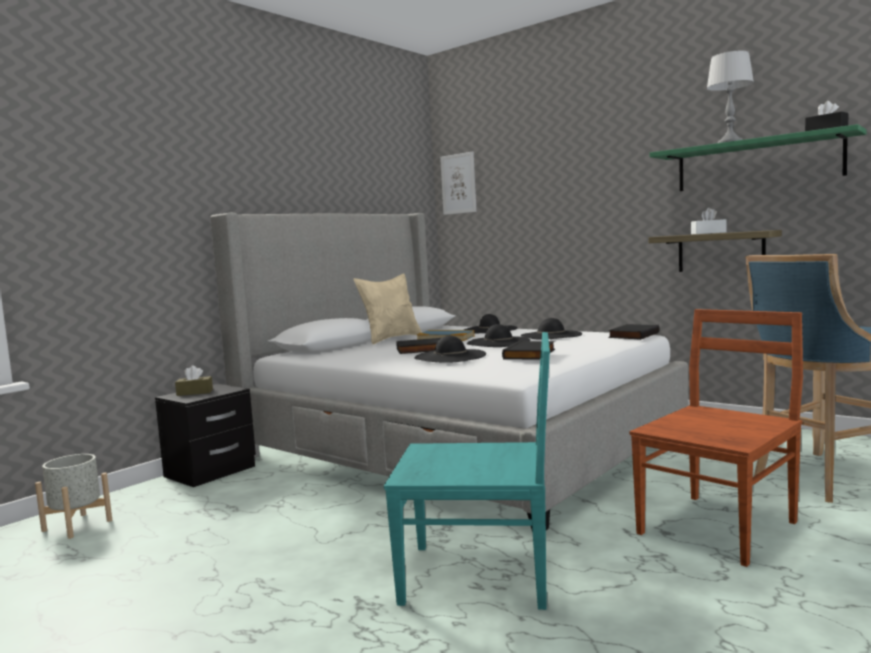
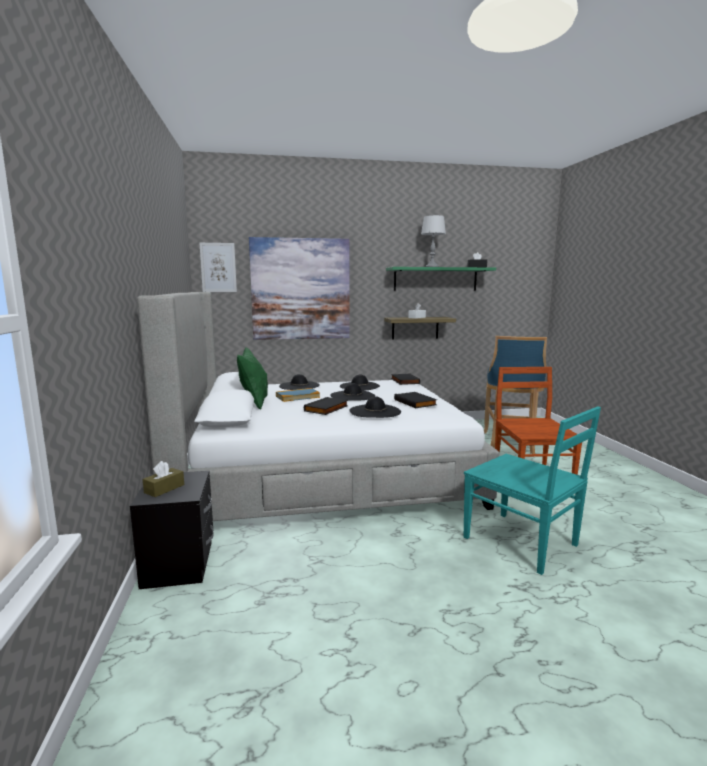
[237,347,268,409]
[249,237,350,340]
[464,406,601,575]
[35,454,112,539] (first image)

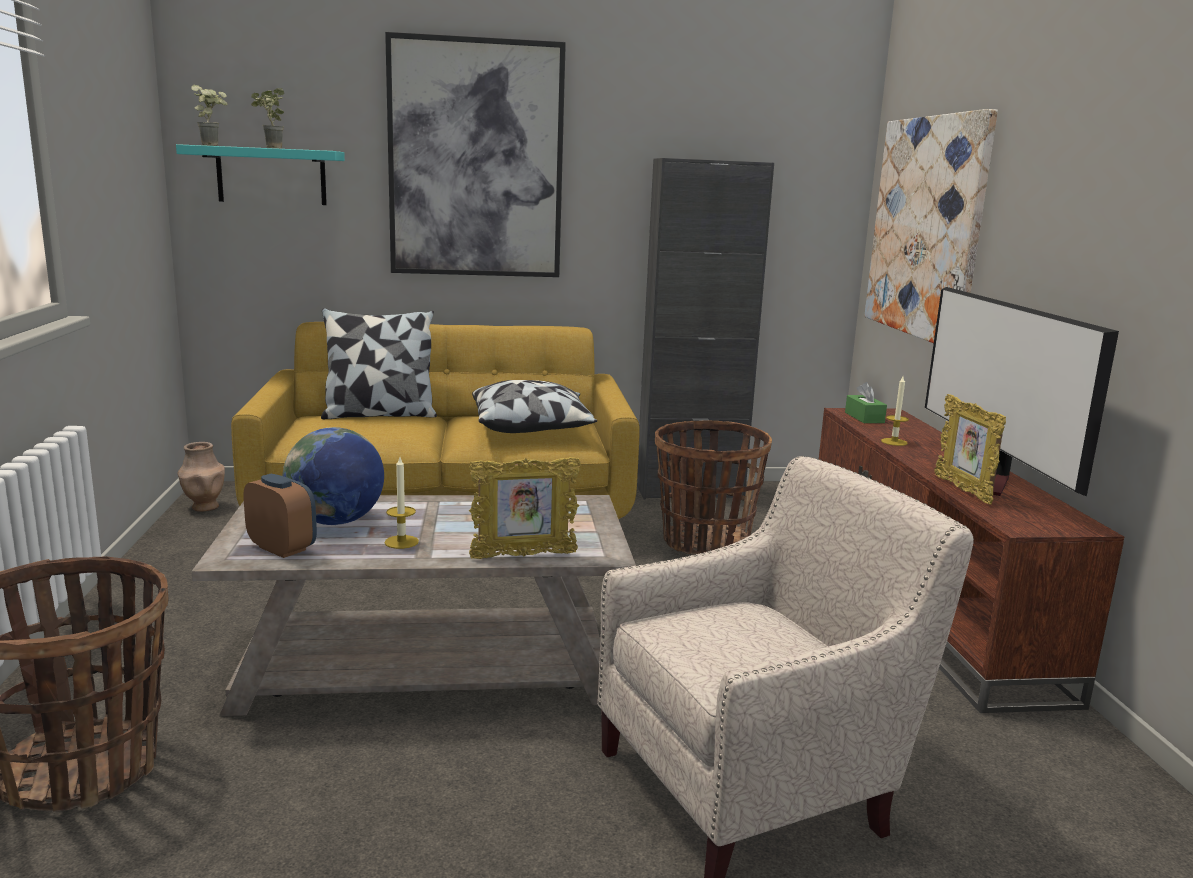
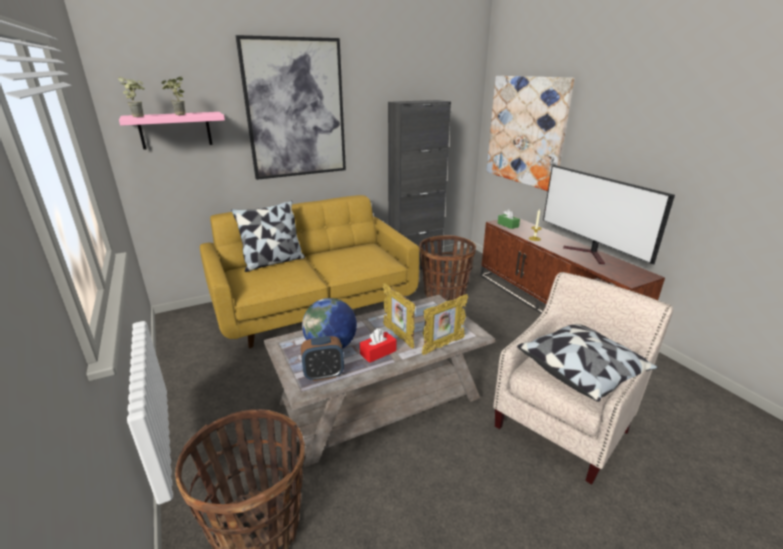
[119,112,225,150]
[301,336,344,381]
[360,328,396,363]
[383,283,415,349]
[517,324,658,402]
[177,442,225,512] (first image)

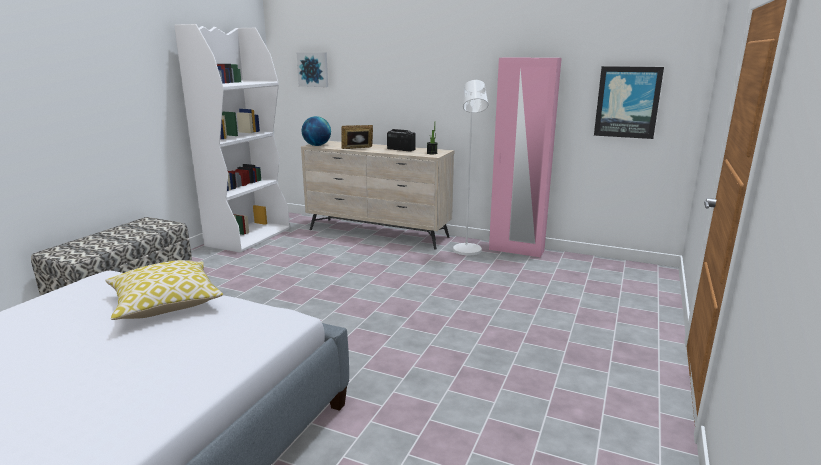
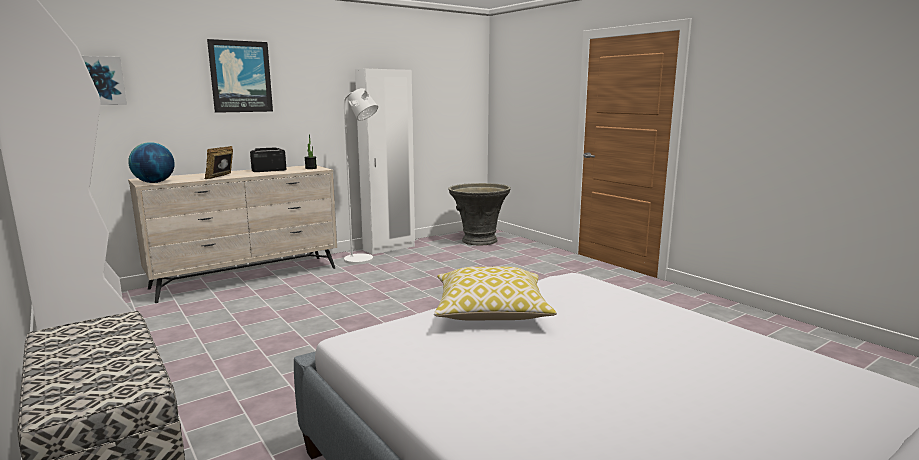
[207,39,273,113]
[355,69,415,254]
[448,183,511,246]

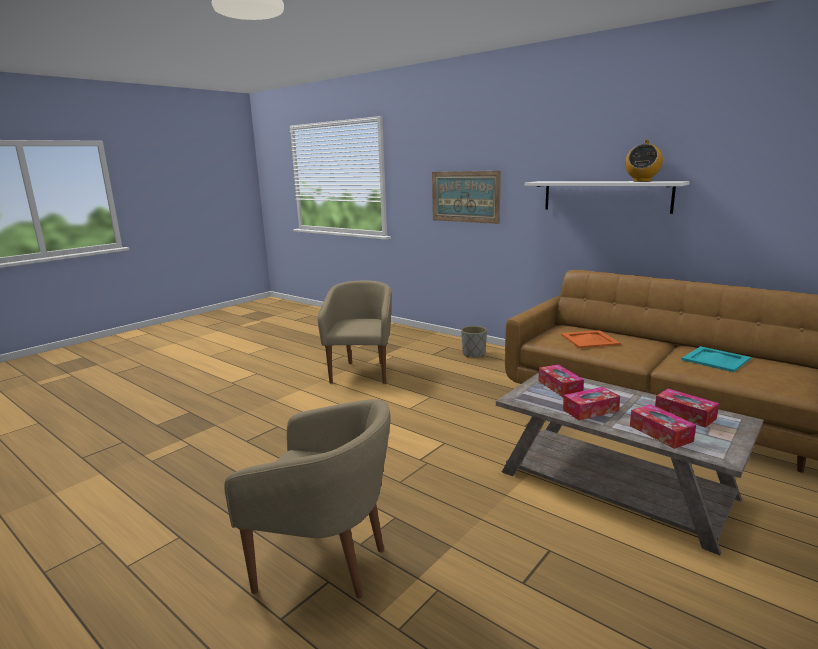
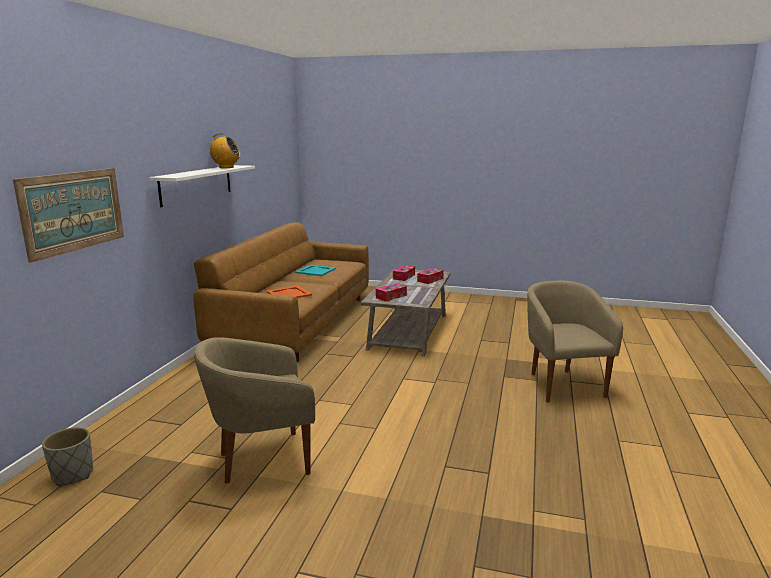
[42,427,93,486]
[563,387,620,421] (first image)

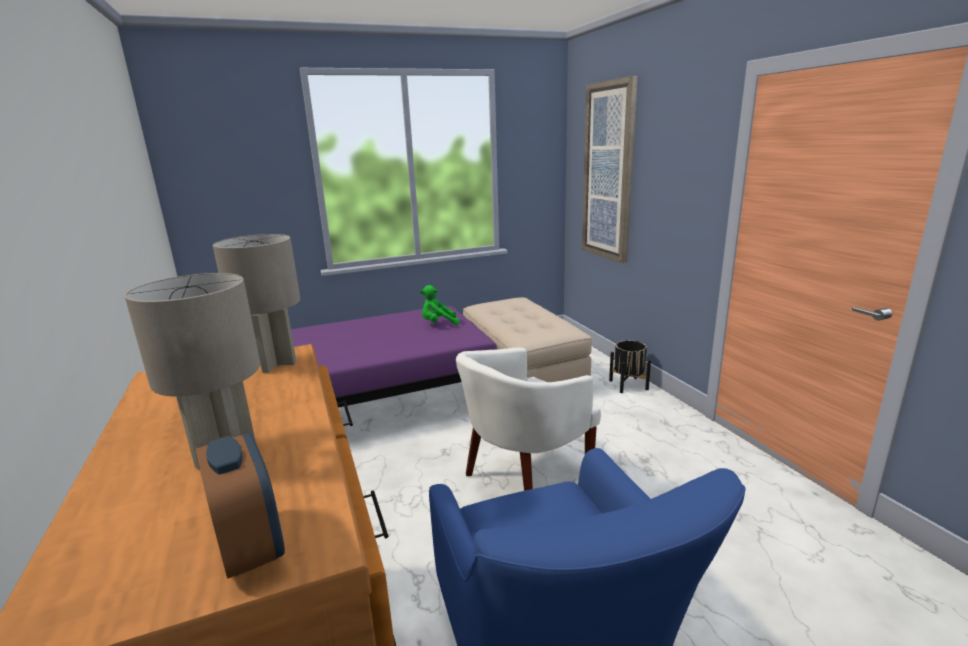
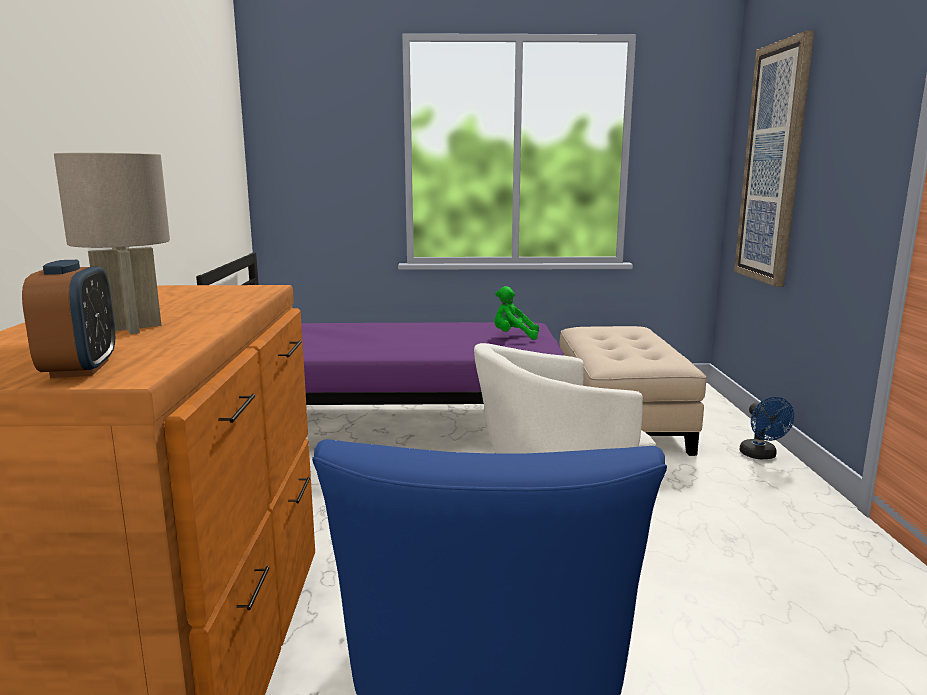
[740,397,794,459]
[213,234,300,373] (first image)

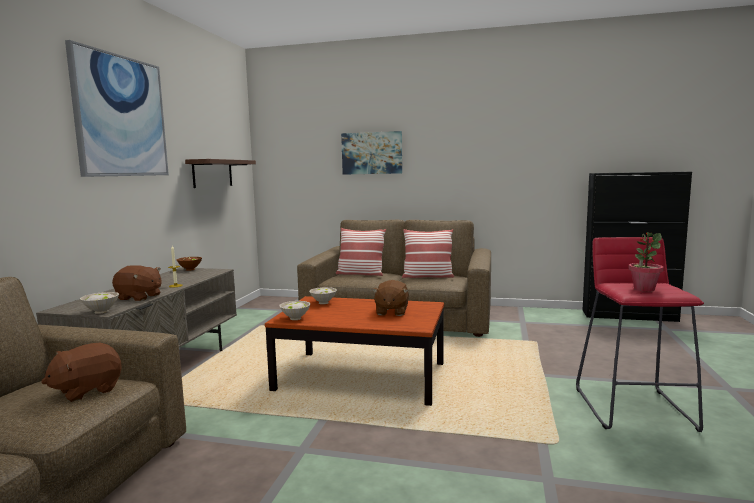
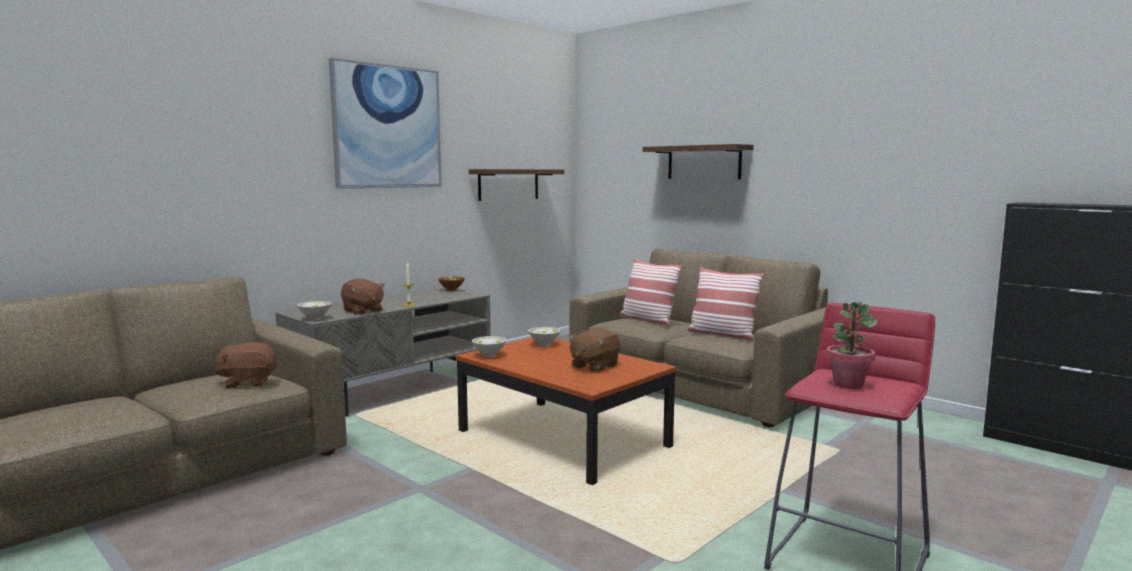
[642,144,754,179]

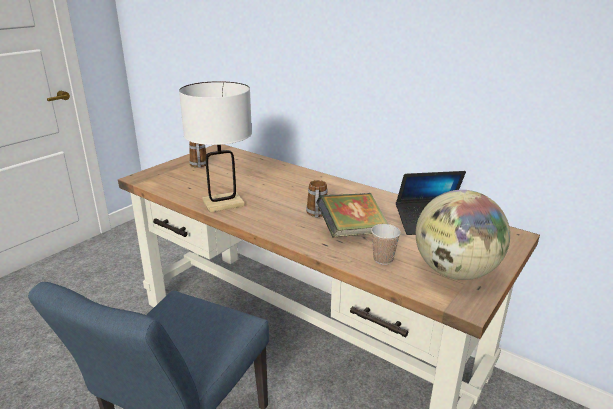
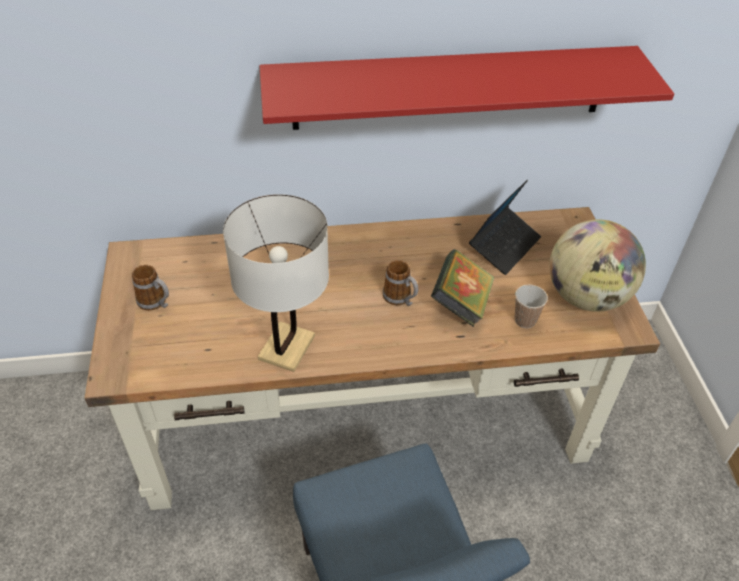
[259,46,674,130]

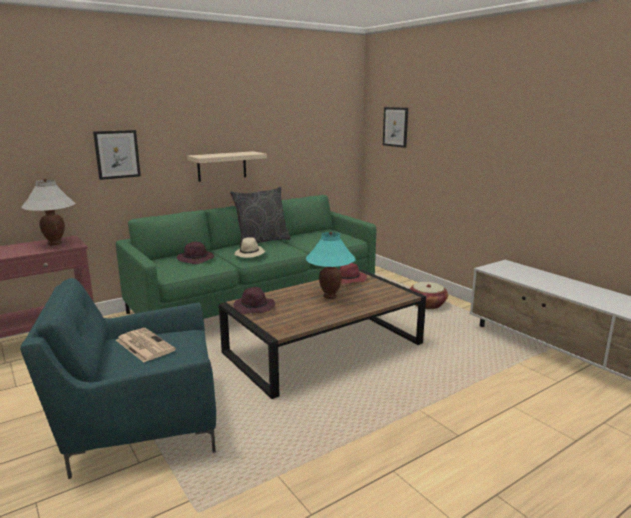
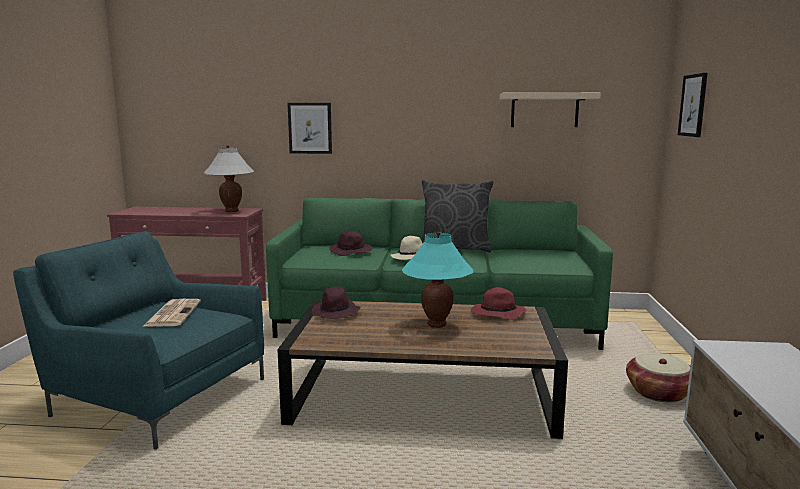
[500,92,601,127]

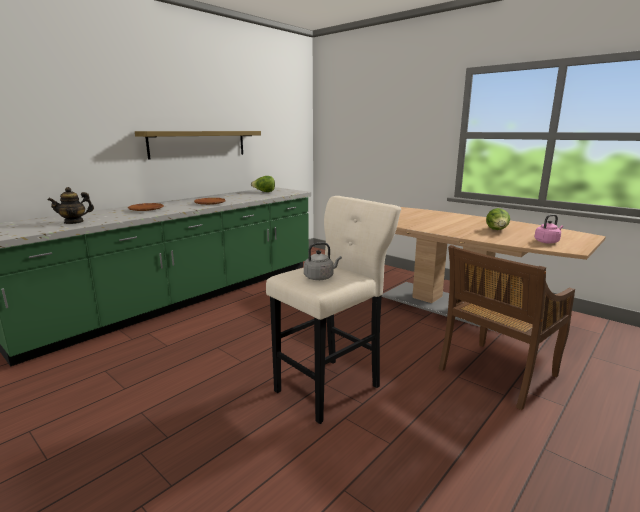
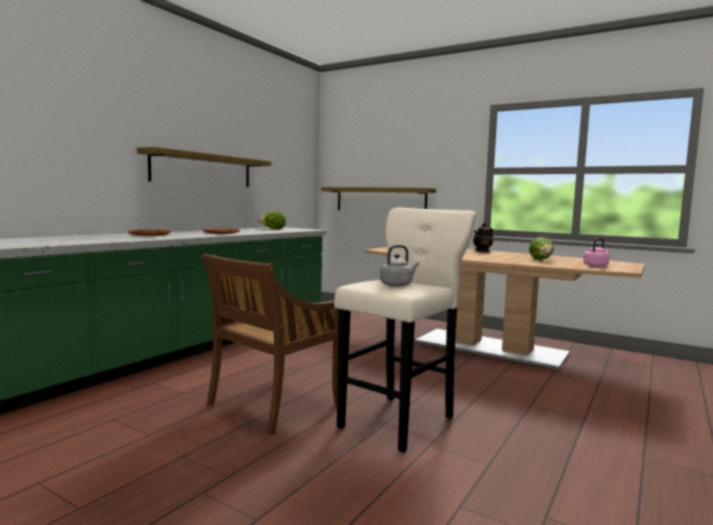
[202,254,338,435]
[321,187,436,210]
[473,223,493,252]

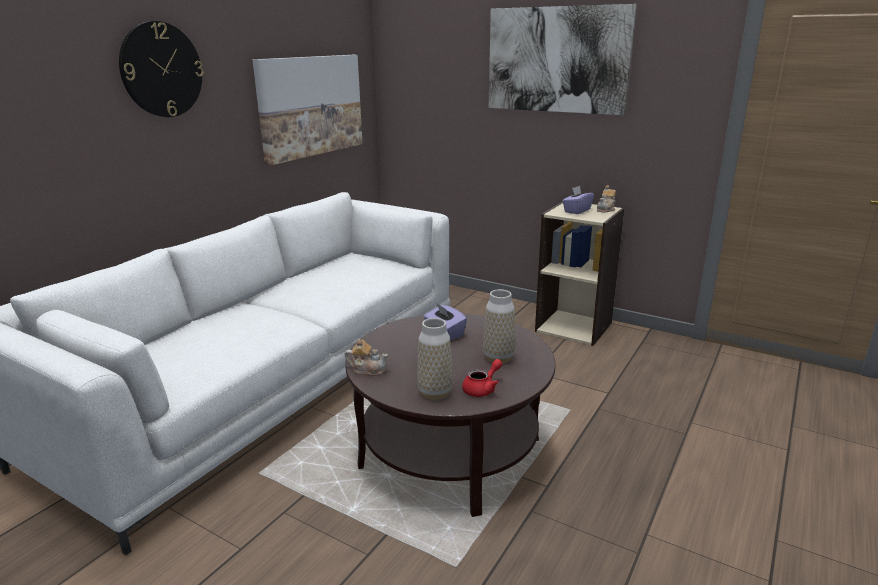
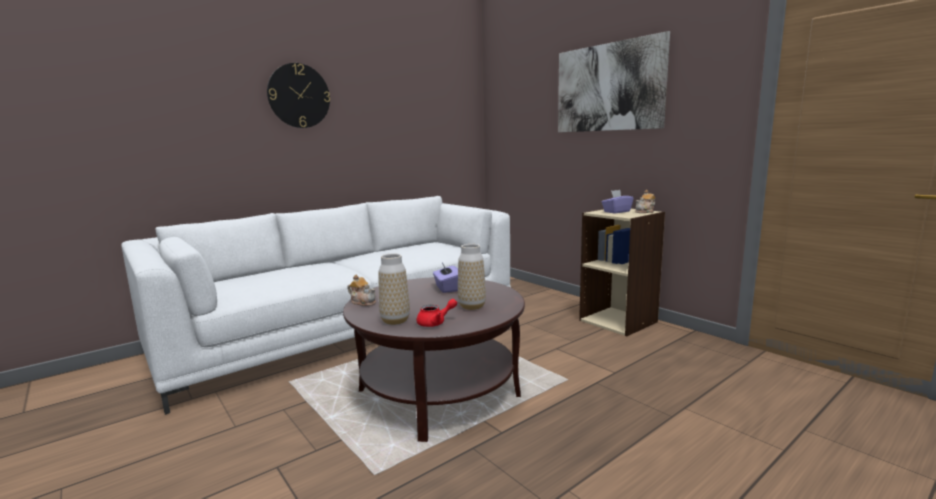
[252,55,363,166] (first image)

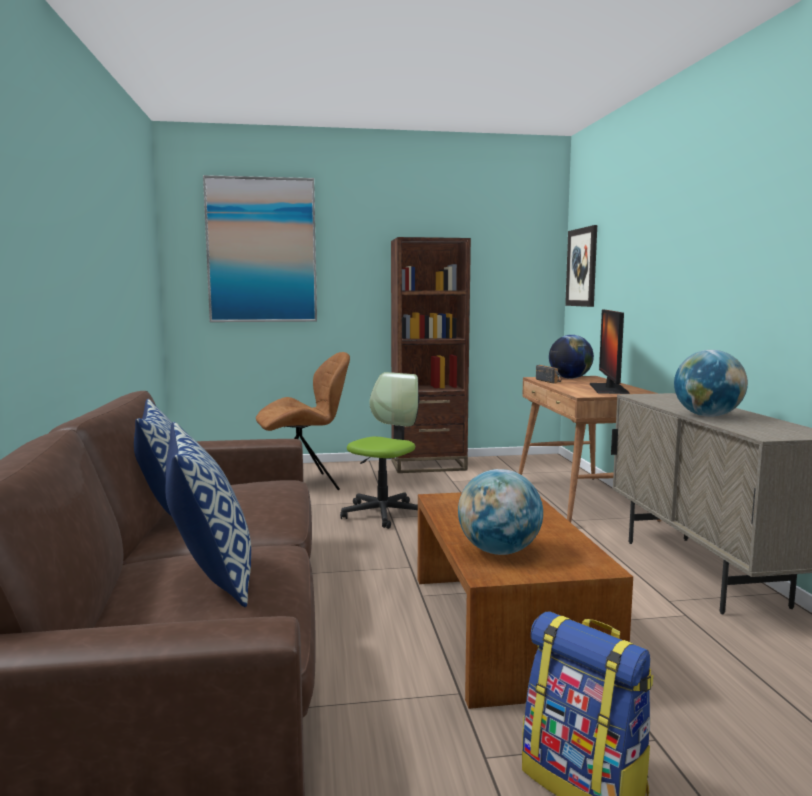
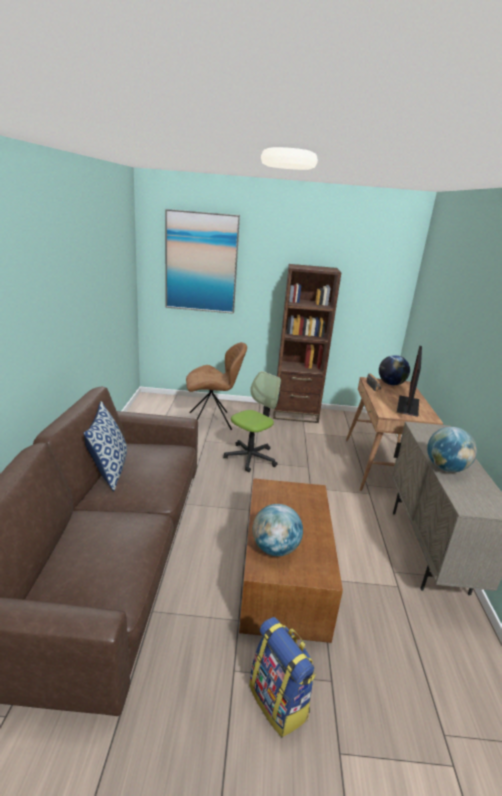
[165,422,251,607] (first image)
[565,225,597,307] (first image)

